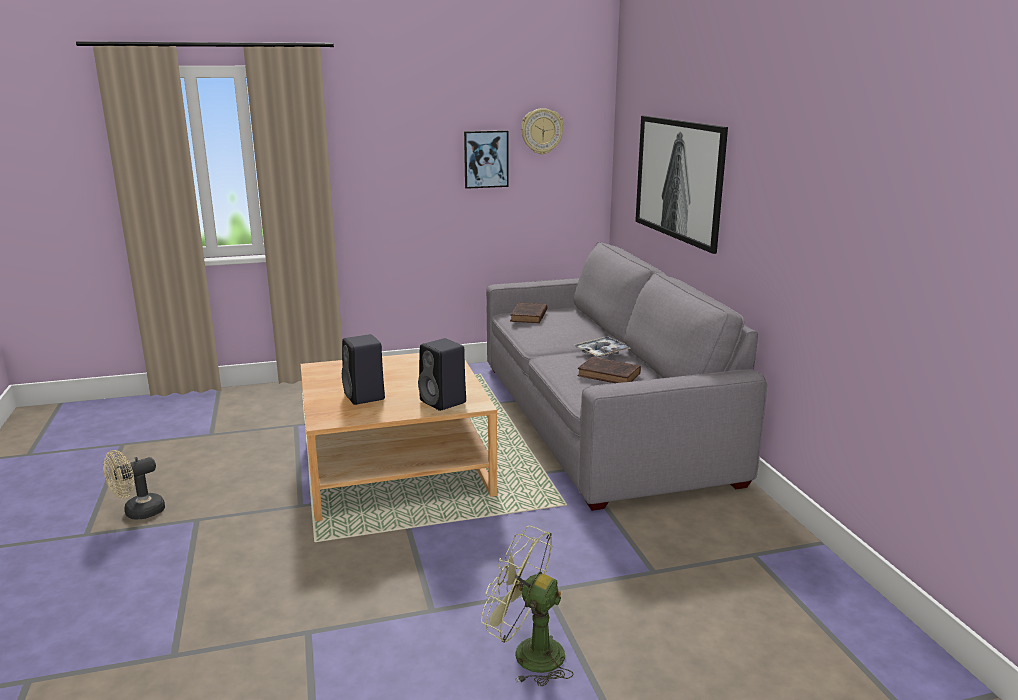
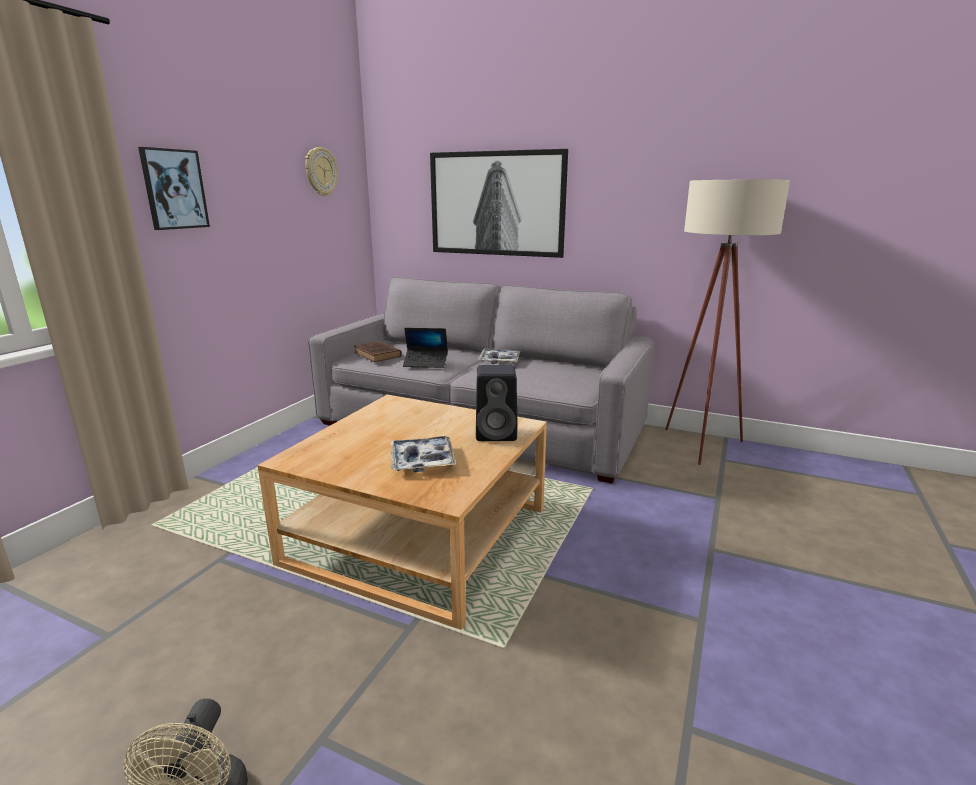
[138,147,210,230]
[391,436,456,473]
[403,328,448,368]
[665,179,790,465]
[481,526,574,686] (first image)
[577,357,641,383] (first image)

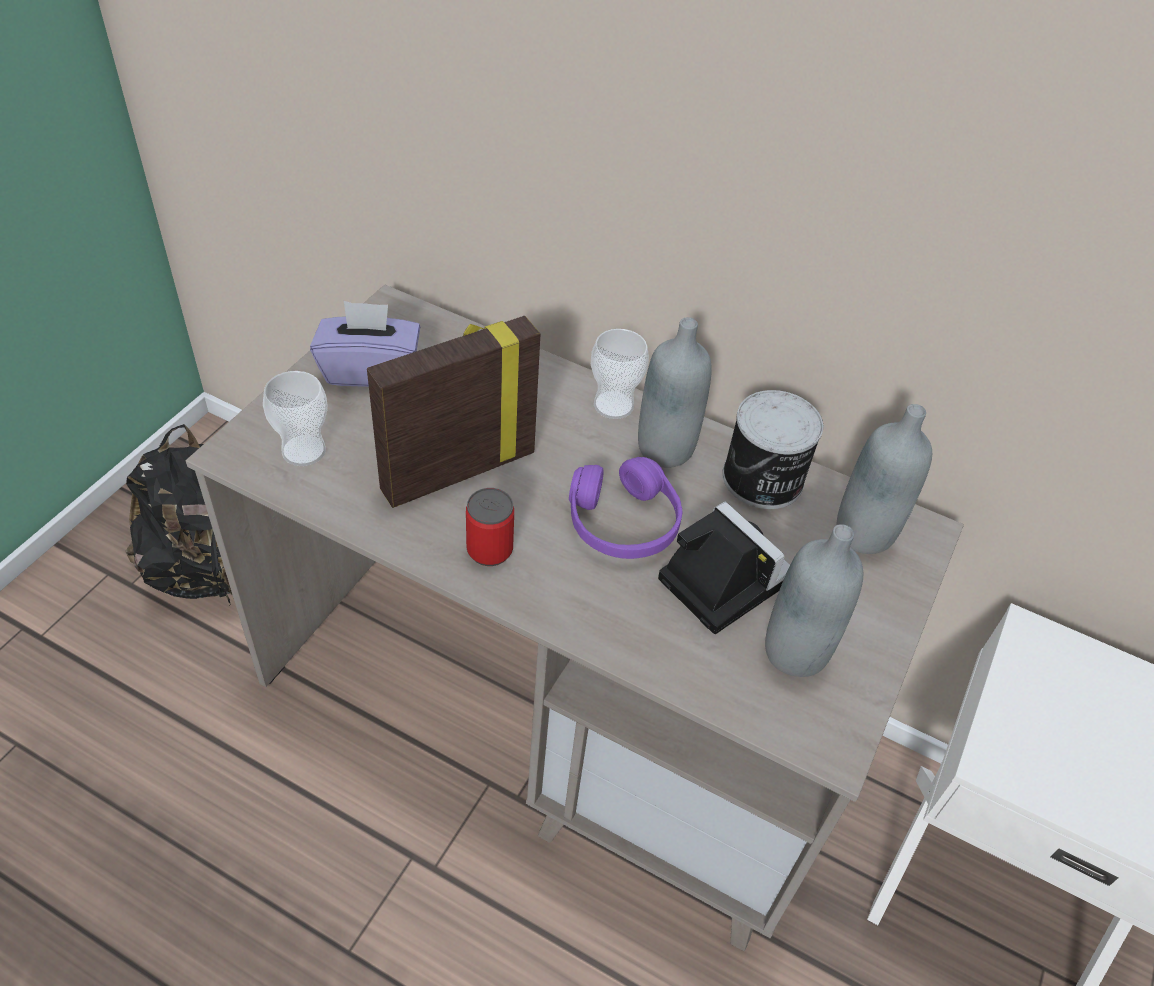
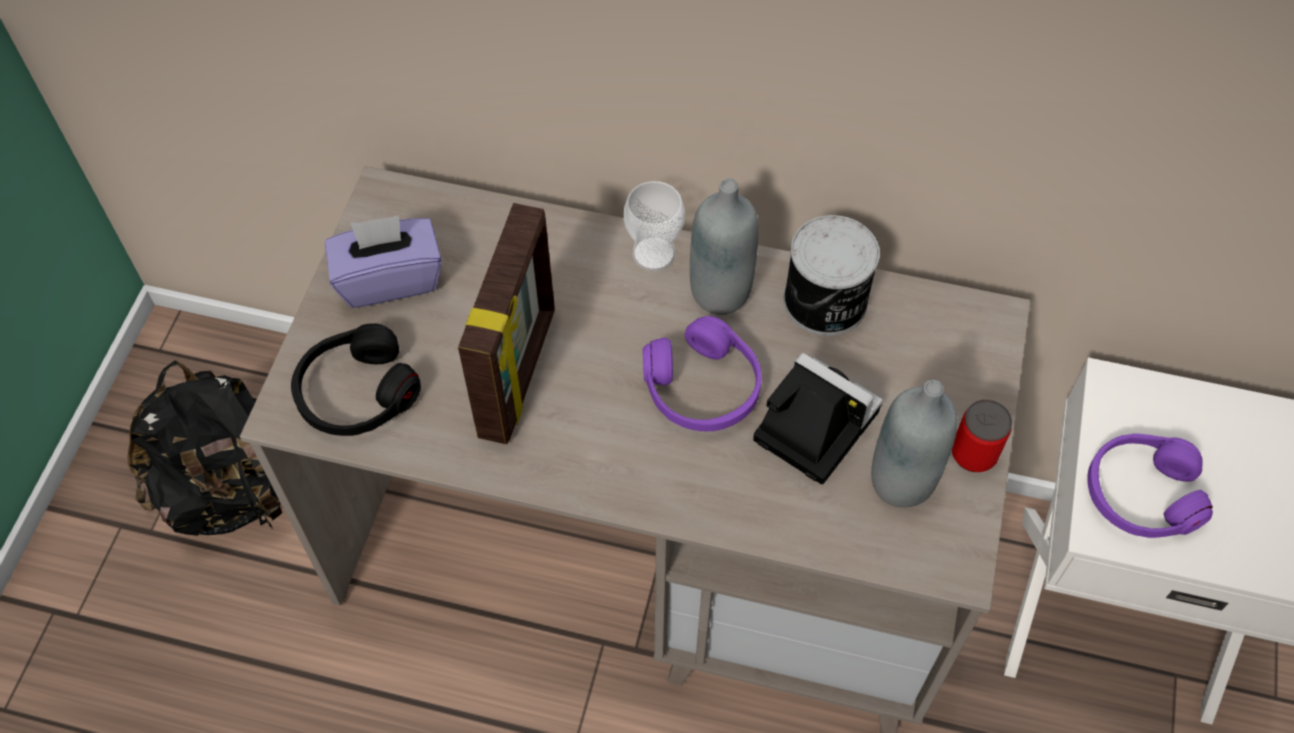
[291,323,421,436]
[458,203,555,444]
[952,399,1012,472]
[1087,434,1213,538]
[837,404,932,554] (first image)

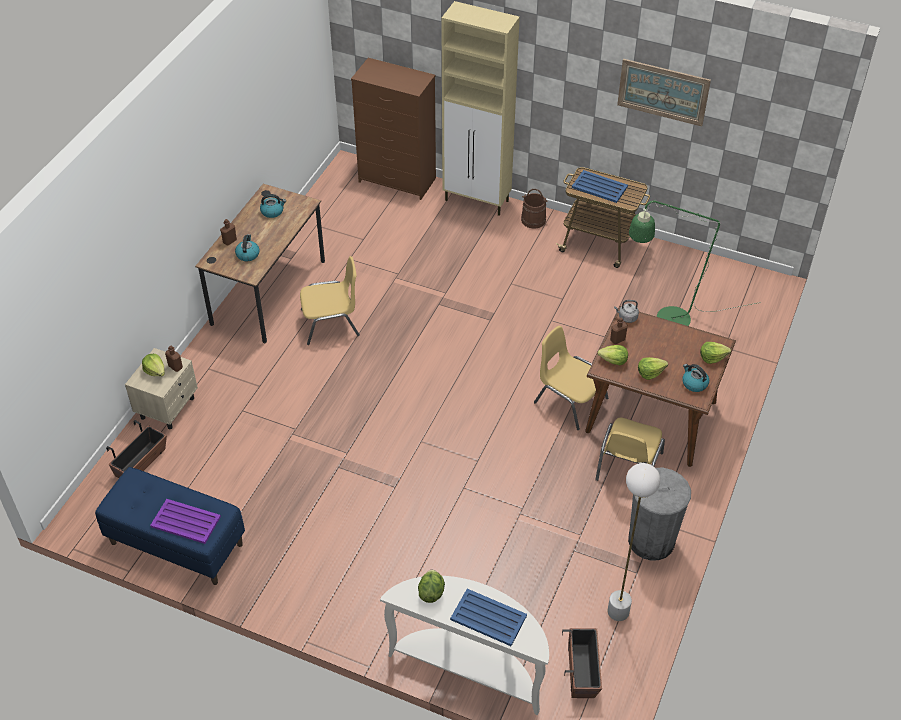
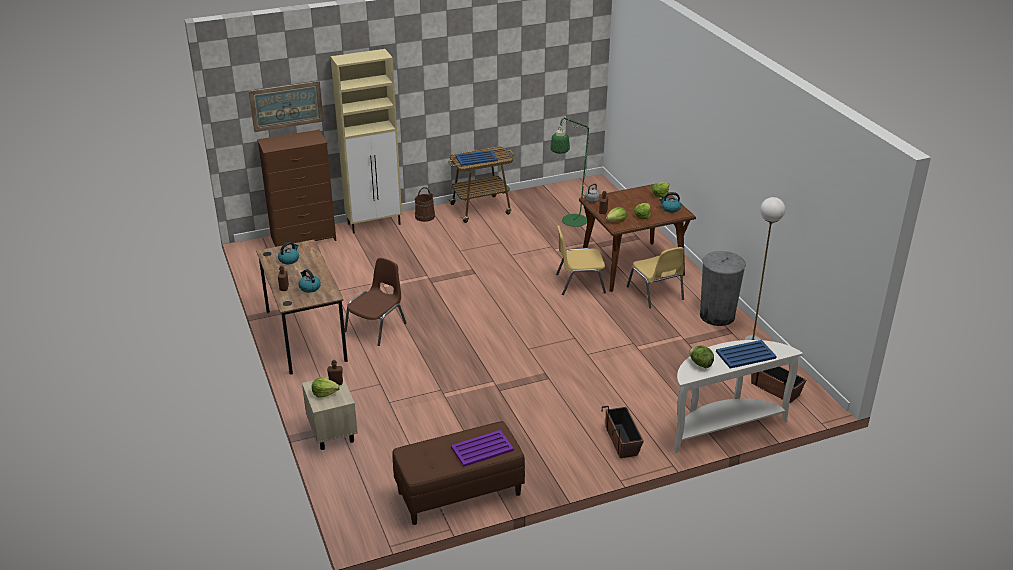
[249,81,324,132]
[345,258,406,346]
[392,421,525,525]
[602,406,644,458]

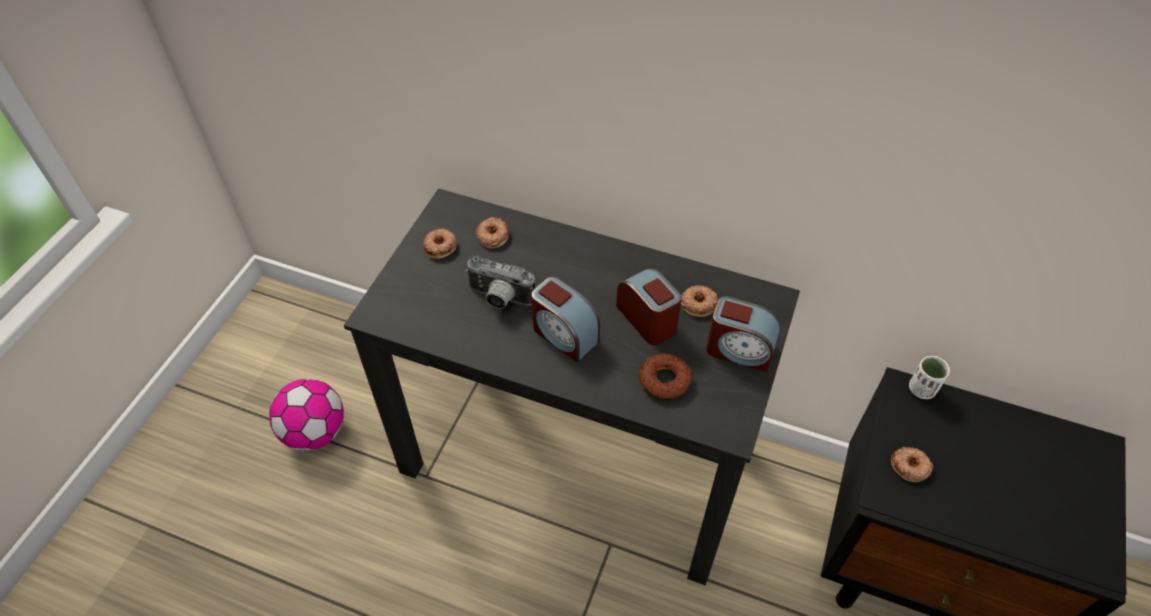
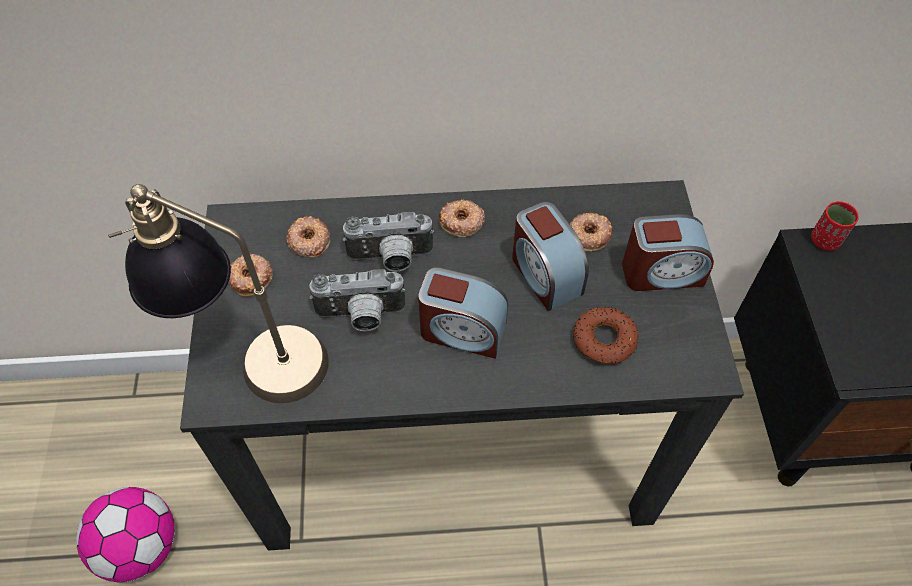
[108,184,329,403]
[343,212,434,272]
[439,200,485,237]
[512,202,589,311]
[811,201,858,251]

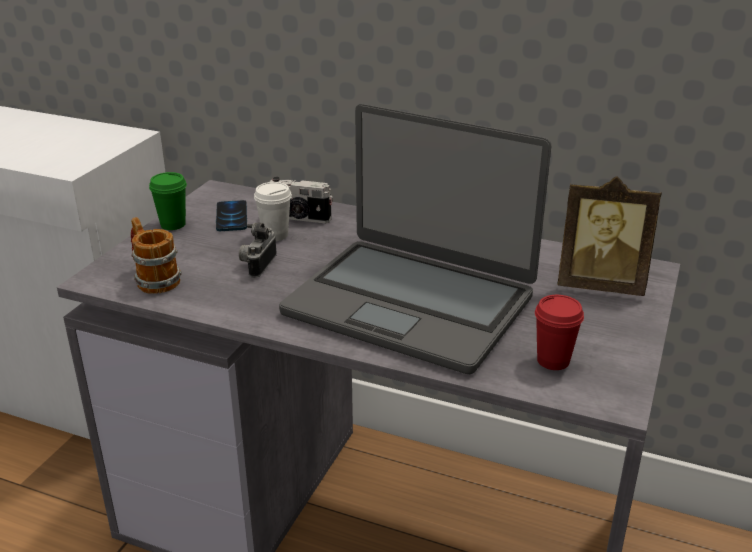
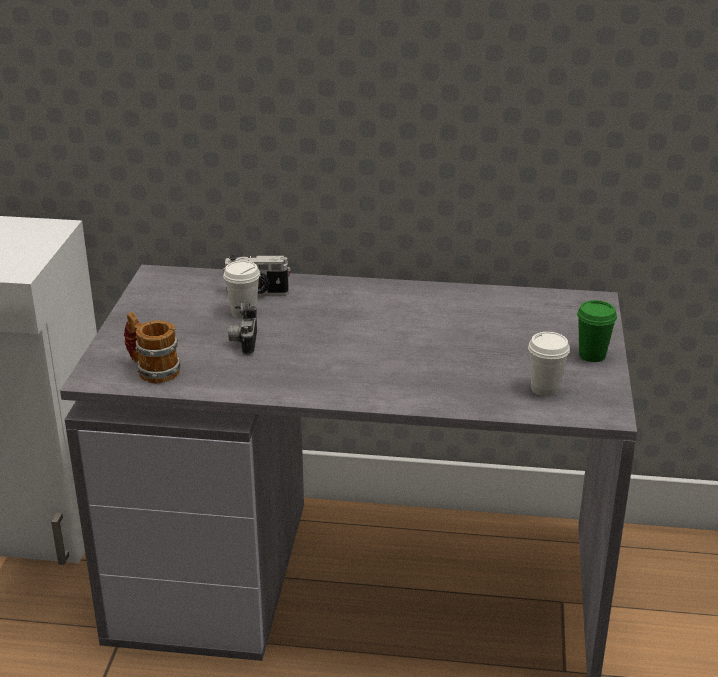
[528,332,570,397]
[577,300,617,362]
[216,200,247,231] (first image)
[279,104,551,374] (first image)
[558,176,662,296] (first image)

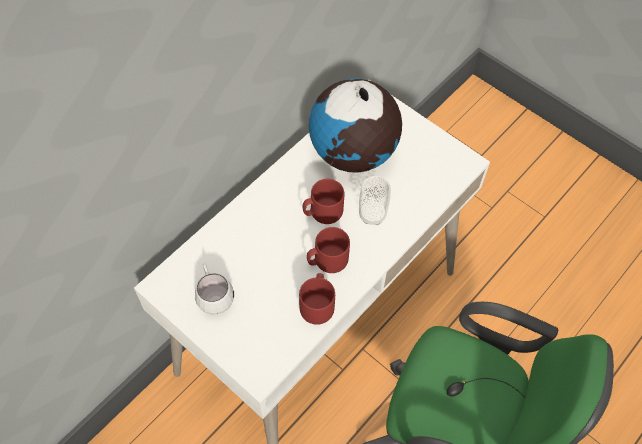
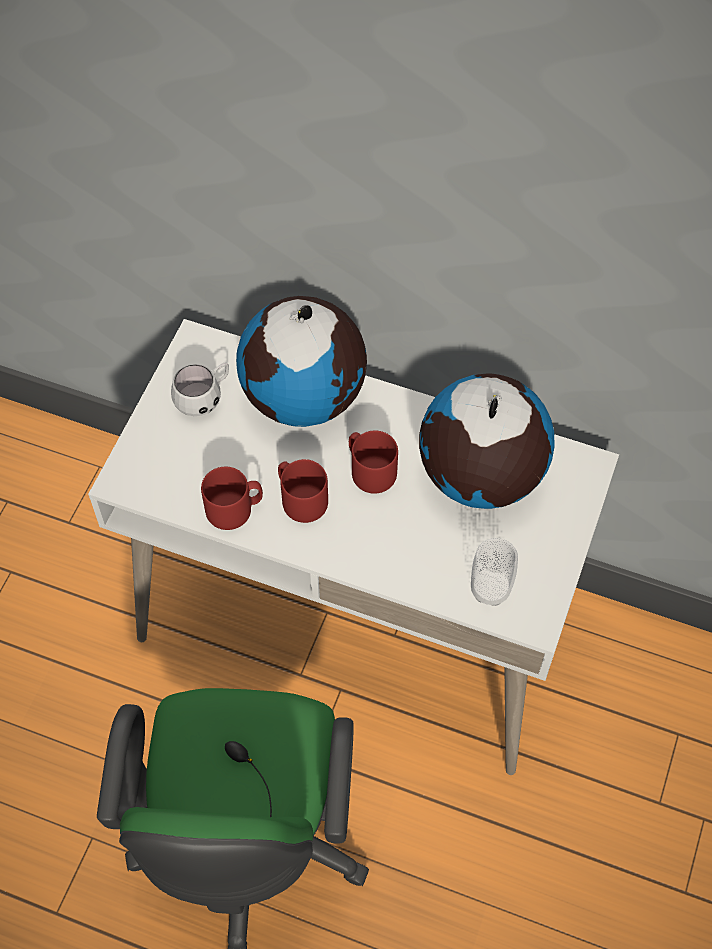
[236,296,367,427]
[471,538,518,606]

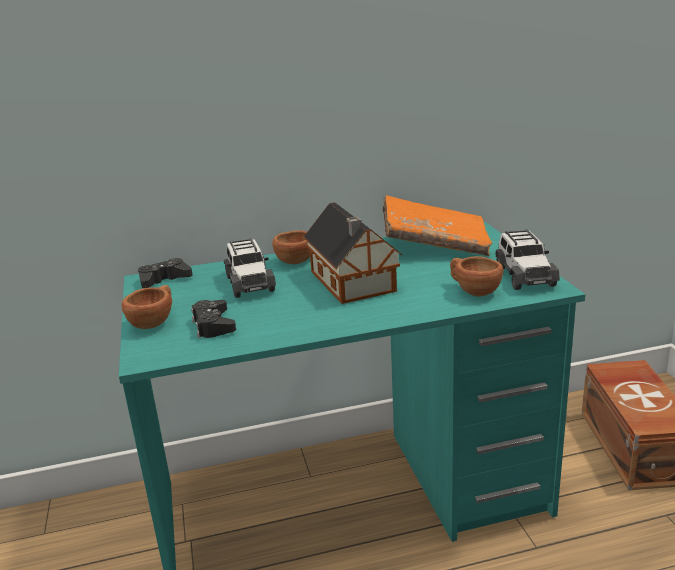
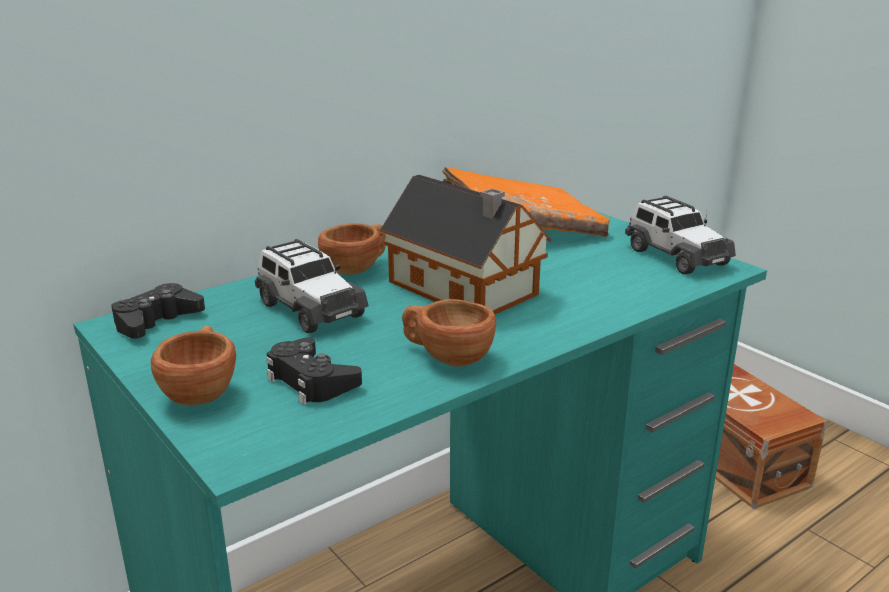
[402,299,496,367]

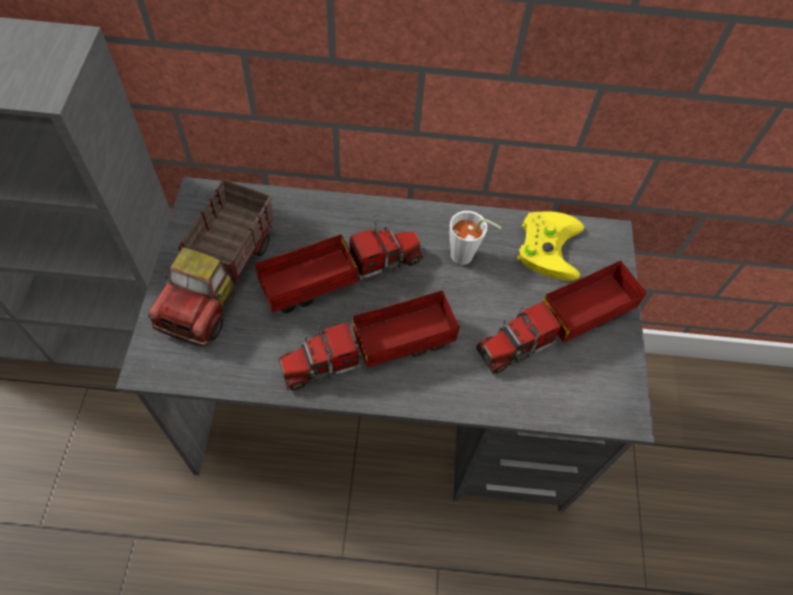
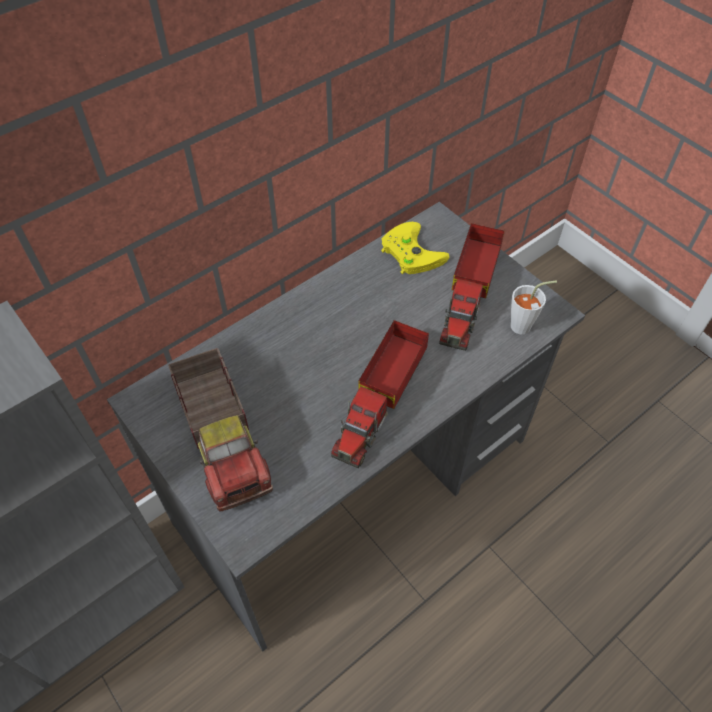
[510,280,557,335]
[255,222,423,314] (first image)

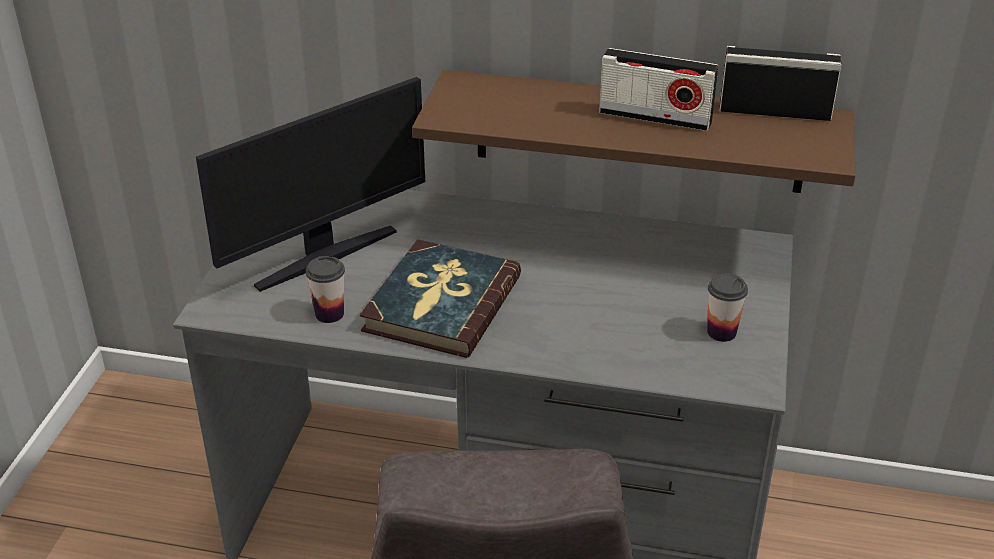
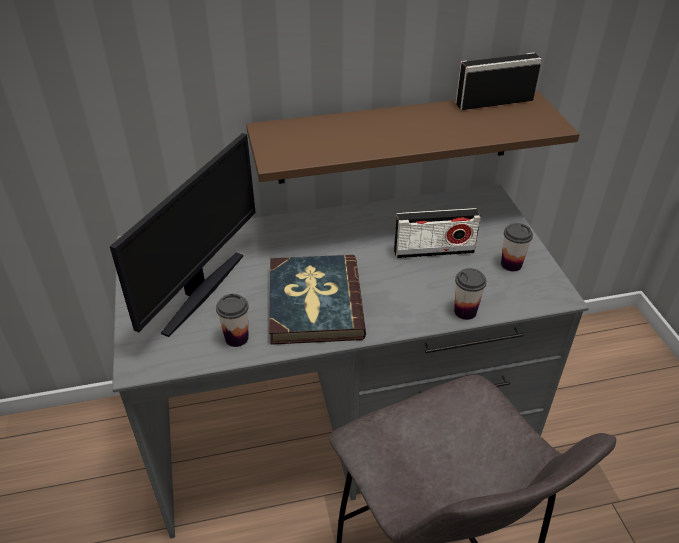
[394,208,481,259]
[454,268,487,320]

